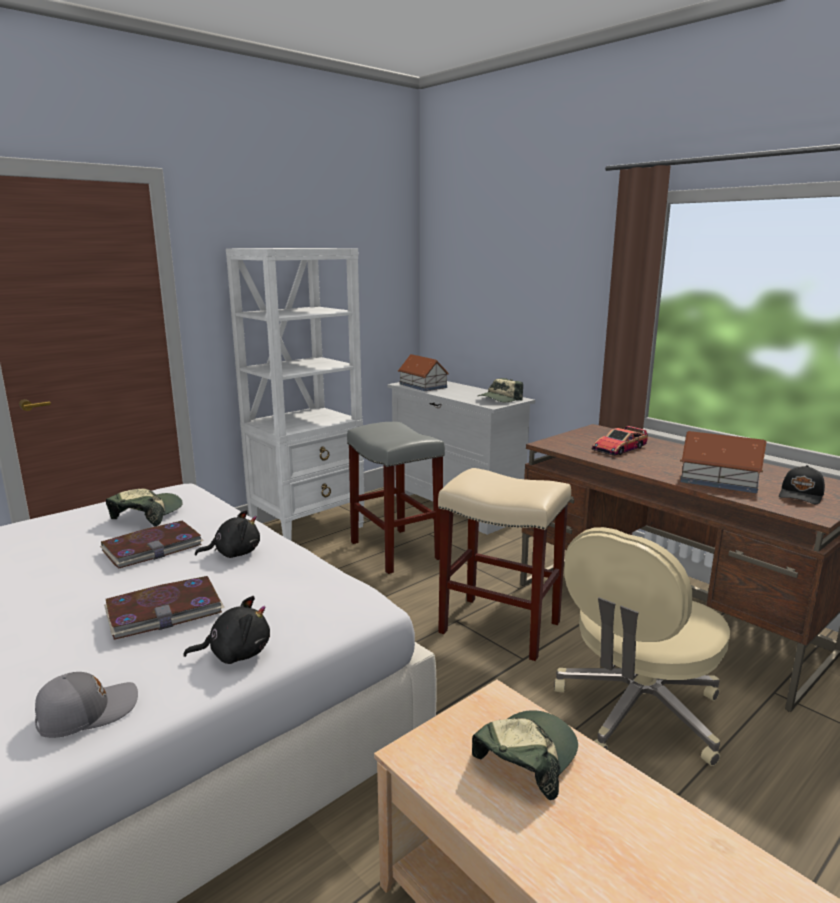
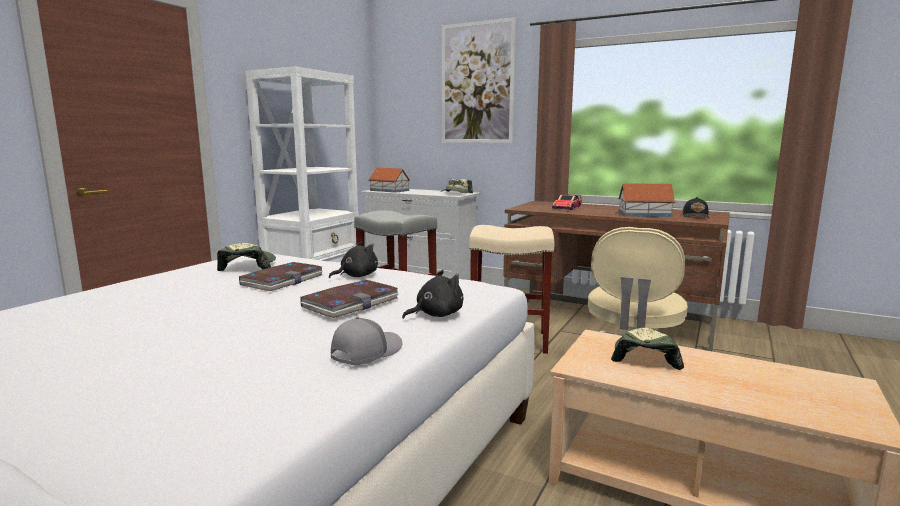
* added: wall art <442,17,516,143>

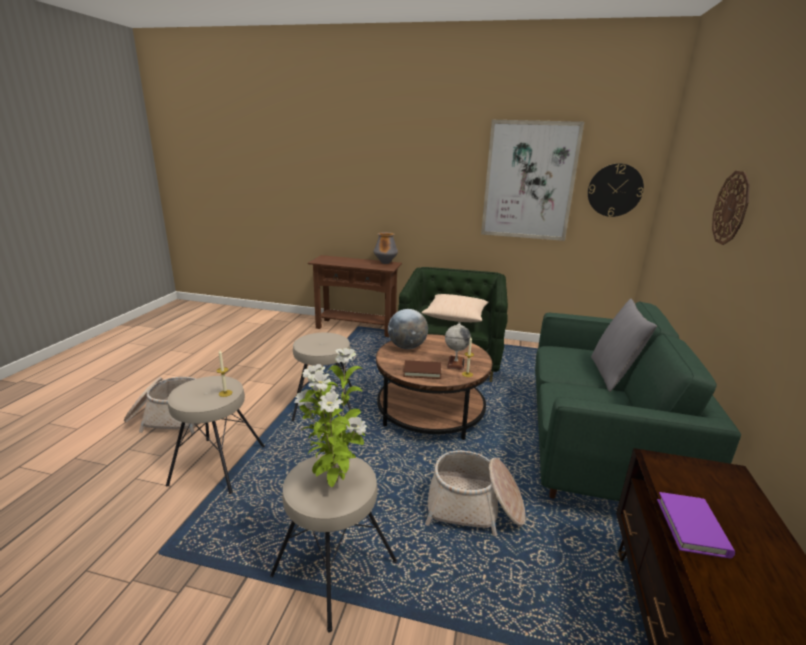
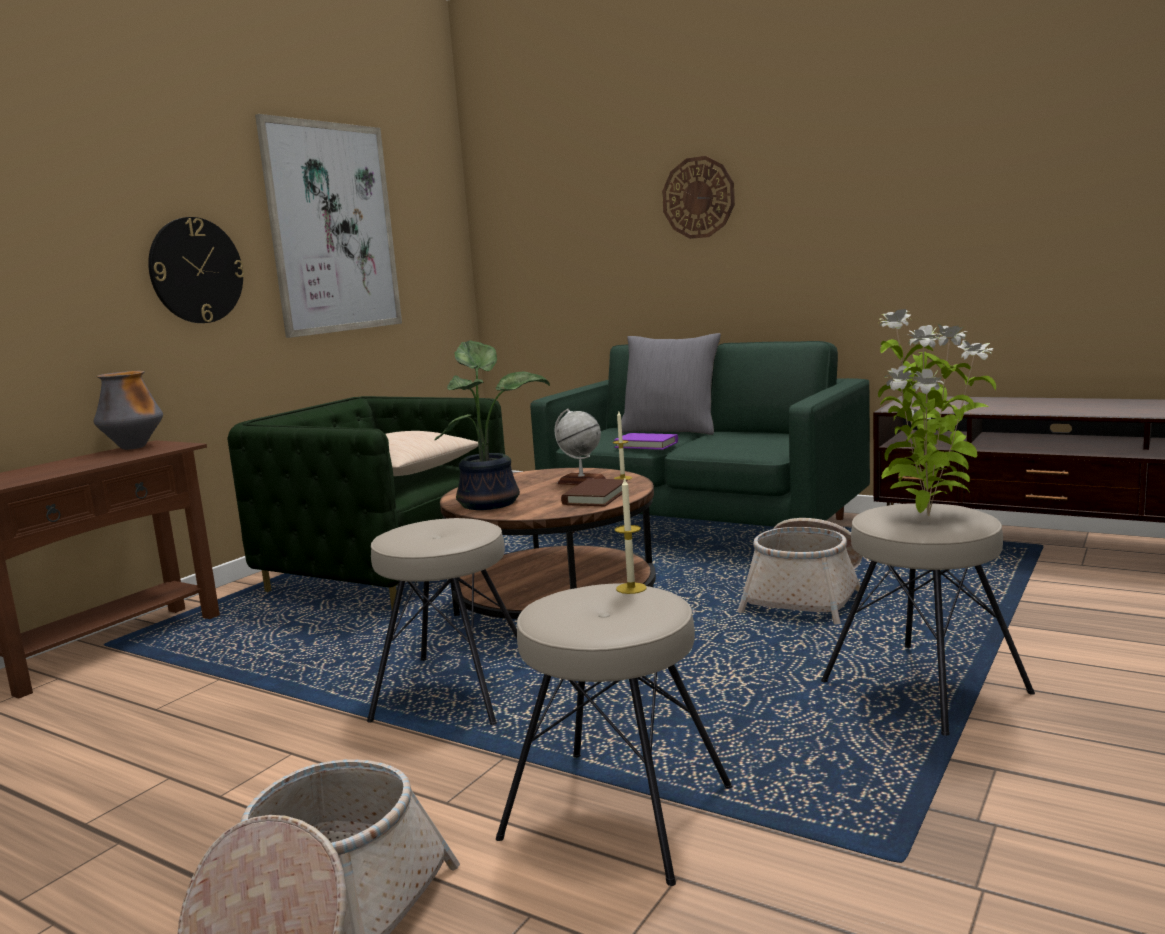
* moved: hanging clock <588,163,644,217> to <148,217,245,323>
* moved: bound book/purplish <657,492,735,559> to <614,433,678,450>
* replaced: world globe <388,309,428,349> to plant in a pot <434,340,550,510>

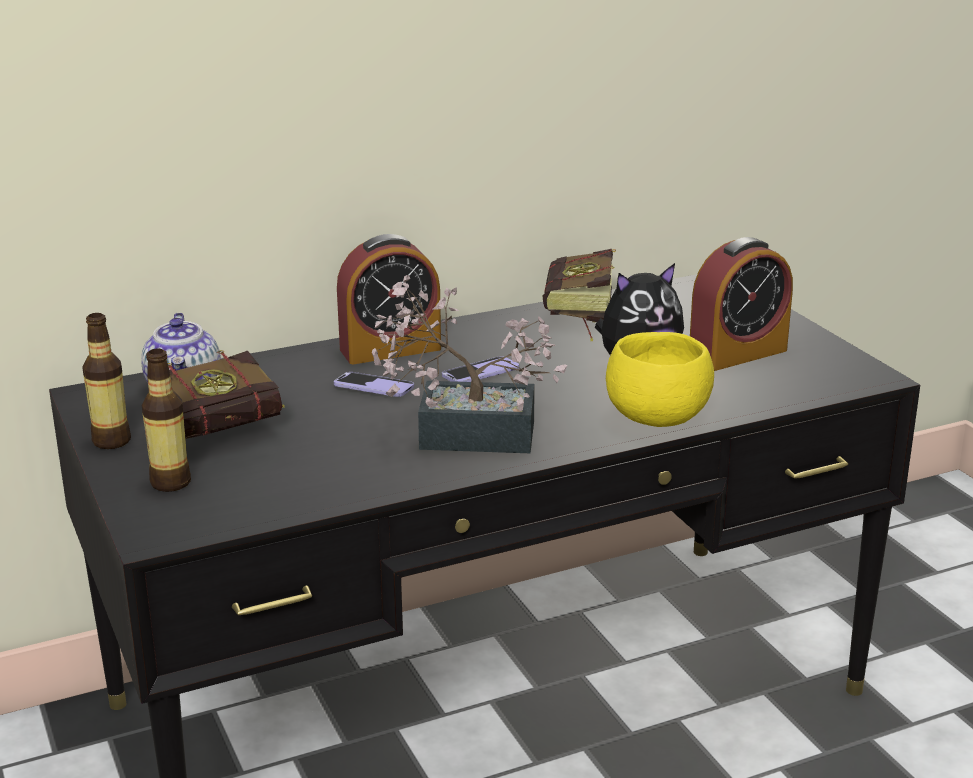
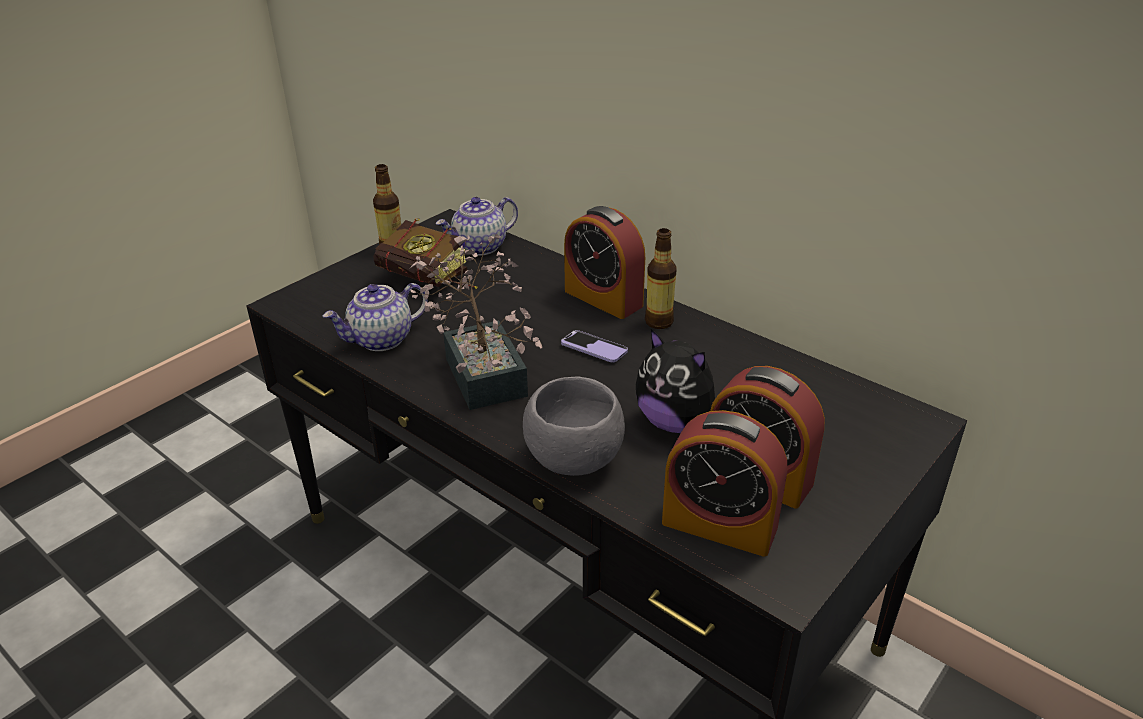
* removed: handset <334,372,414,397>
* removed: bound book <542,249,616,341>
* added: tea pot <322,283,428,351>
* added: table clock <662,410,787,557>
* moved: bottle <142,349,191,492> to <645,228,676,329>
* recoloured: bowl/yellowish <606,332,714,427> to bowl/grey <523,376,625,476>

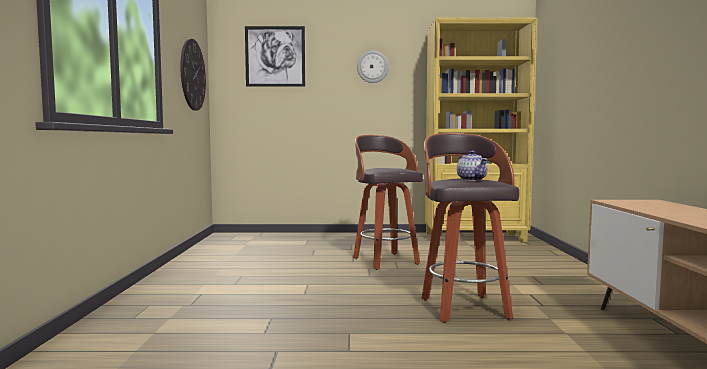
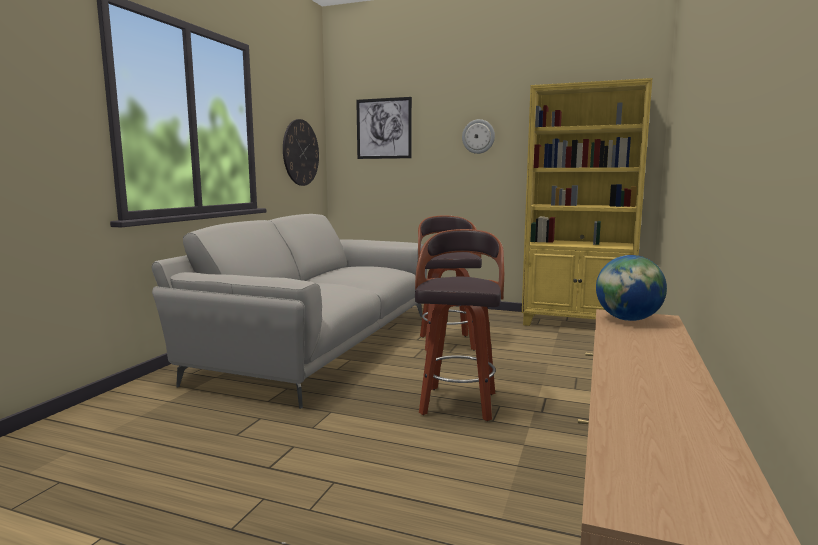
* removed: tea pot <457,151,488,181>
* added: settee/grey <152,214,427,409>
* added: world globe <596,255,667,321>

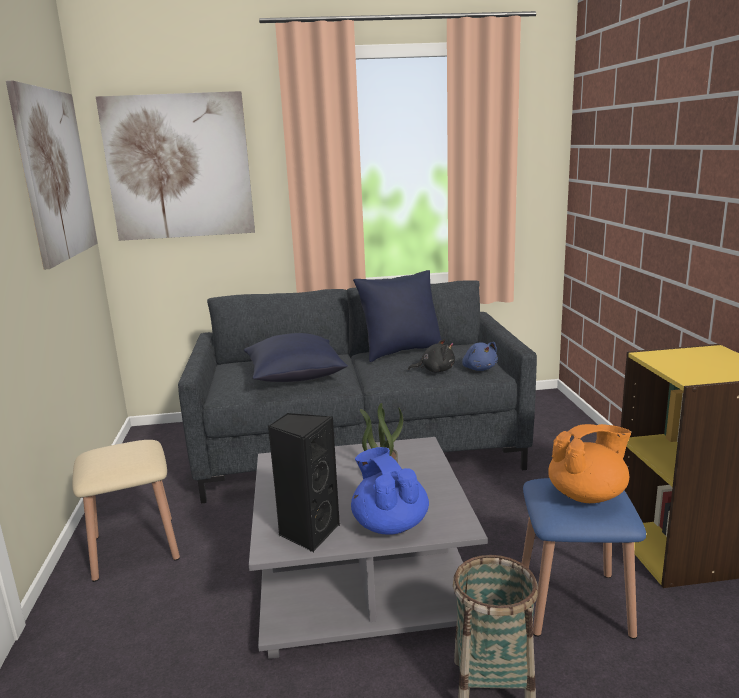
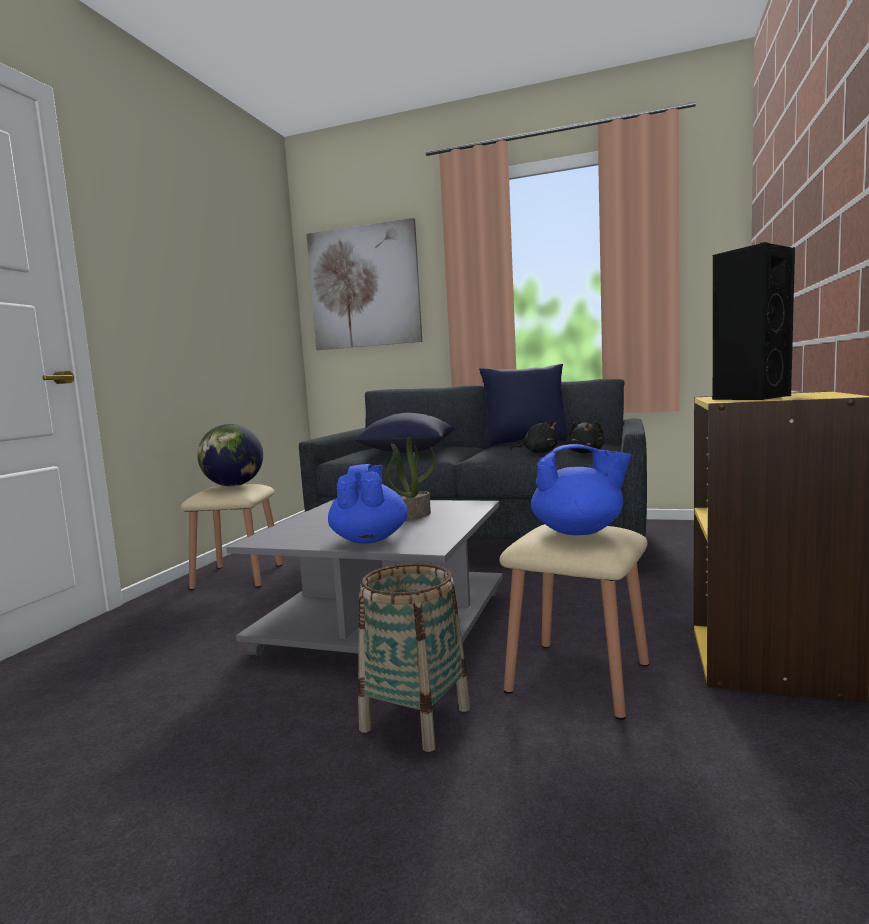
* removed: wall art <6,80,98,269>
* added: world globe <197,424,263,487>
* moved: audio speaker/black-coloured <268,413,340,552> to <712,242,795,400>
* recoloured: plush toy/blue <462,342,498,371> to plush toy/black-coloured <566,421,604,453>
* recoloured: stool/blue <522,478,646,639> to stool/sand-coloured <500,524,649,720>
* recoloured: tea pot/orangey <548,424,631,503> to tea pot/blue <531,444,632,535>

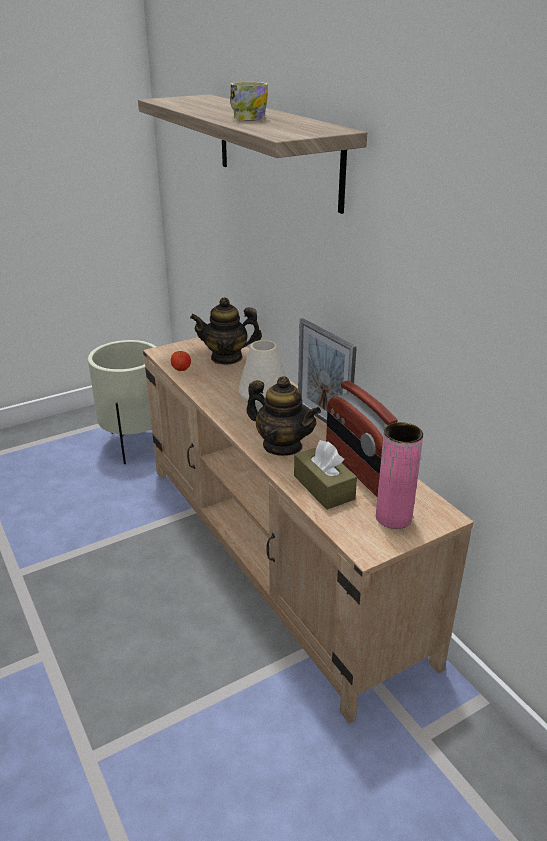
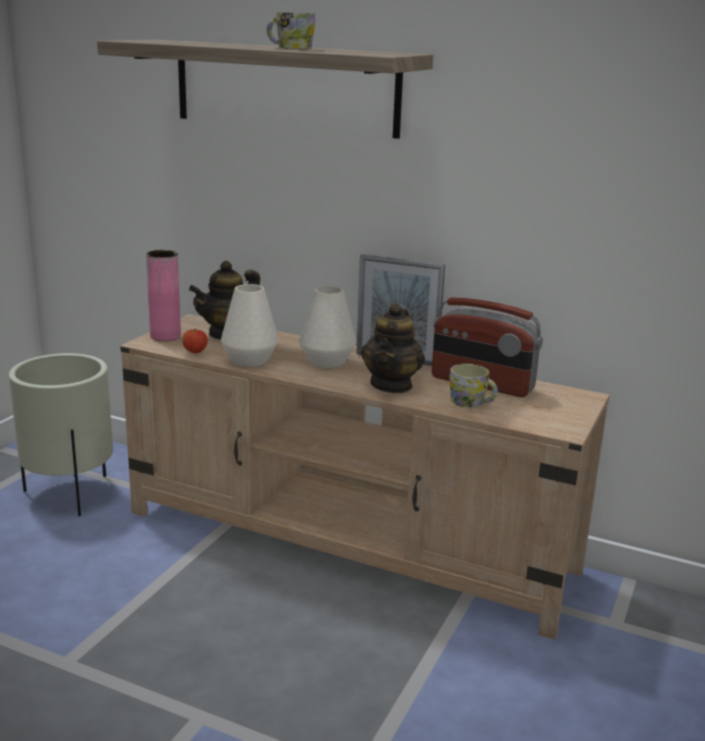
* added: flower vase/white <221,284,279,367>
* moved: flower vase/pink-coloured <376,422,423,529> to <146,250,181,341>
* replaced: box of tissues/brown-coloured <294,440,357,510> to coffee mug <449,364,498,408>
* turned: tea pot <246,376,321,456> = <361,303,425,393> 105 degrees clockwise

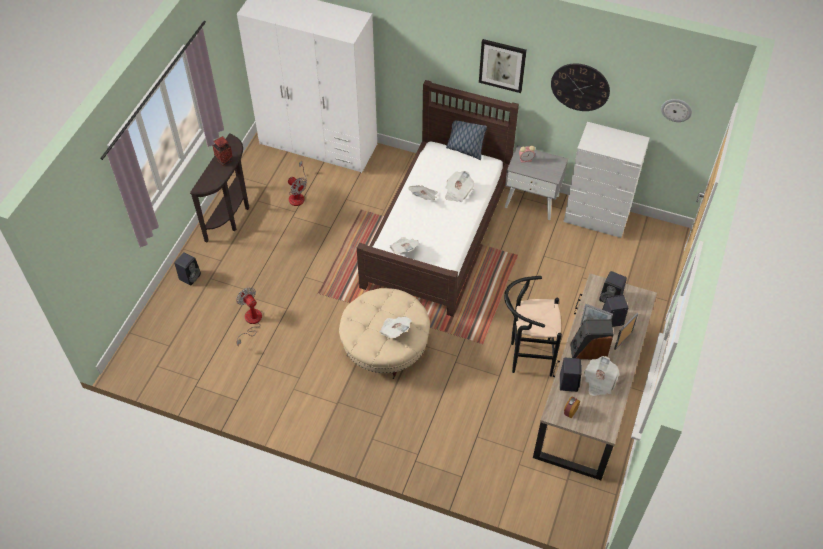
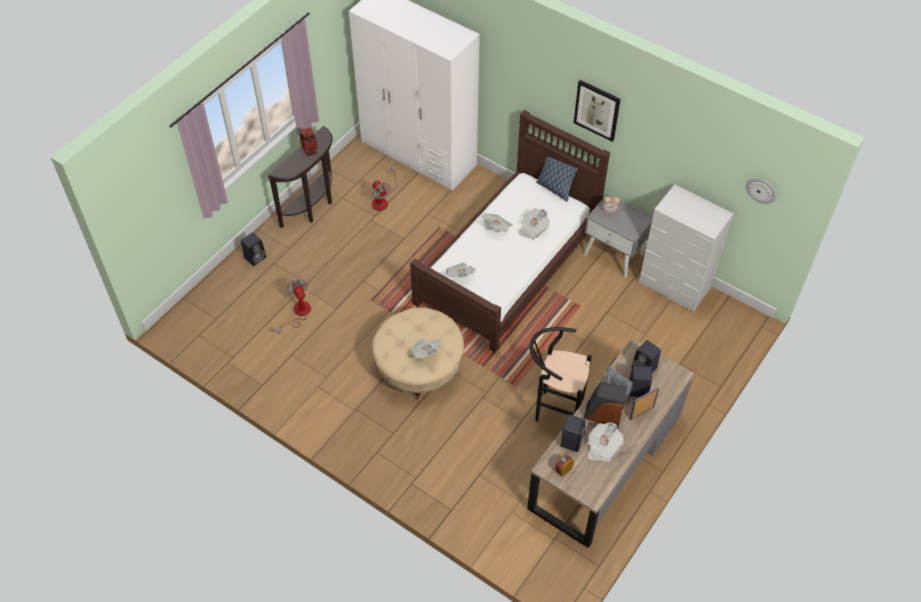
* removed: hanging clock <551,64,610,111>

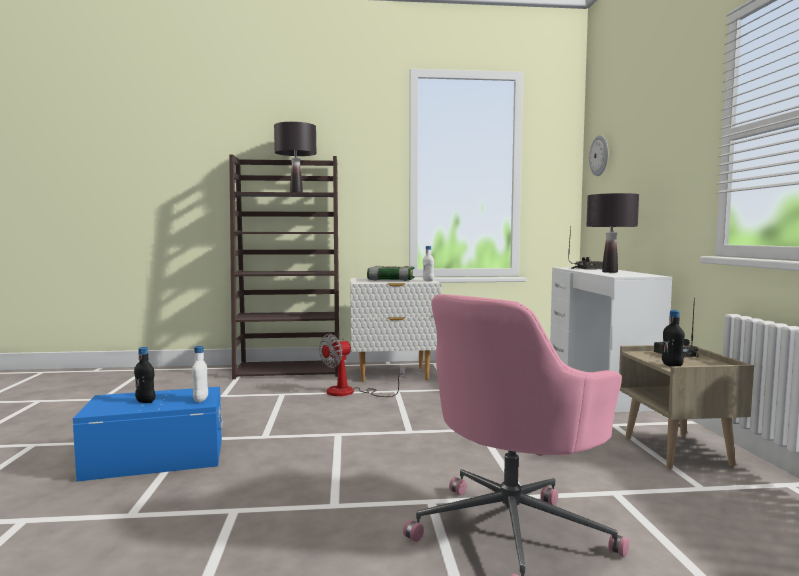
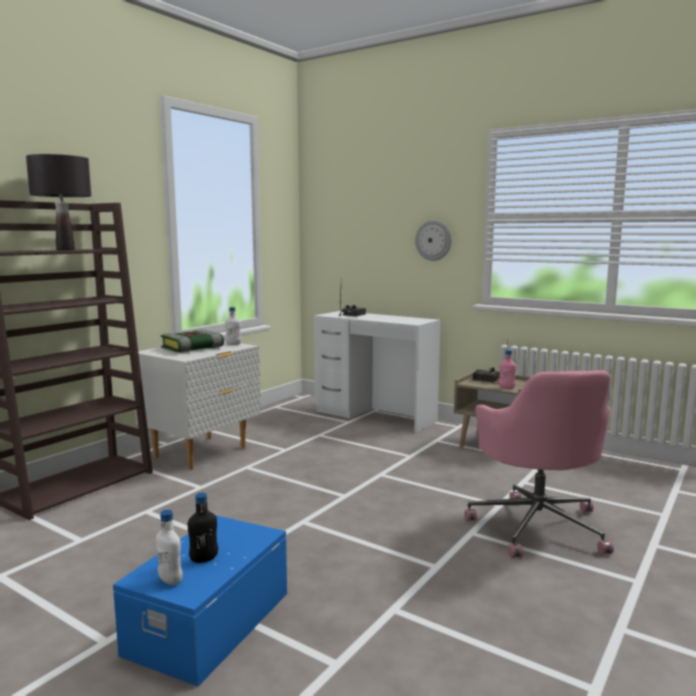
* removed: fan <319,333,405,397>
* removed: lamp for a table/black-coloured <587,193,639,273>
* moved: bottle/white <192,346,208,402> to <156,510,182,585>
* moved: hanging clock <589,135,608,176> to <415,220,451,261>
* recoloured: bottle/black-coloured <662,310,685,367> to bottle/pink-coloured <499,350,516,389>

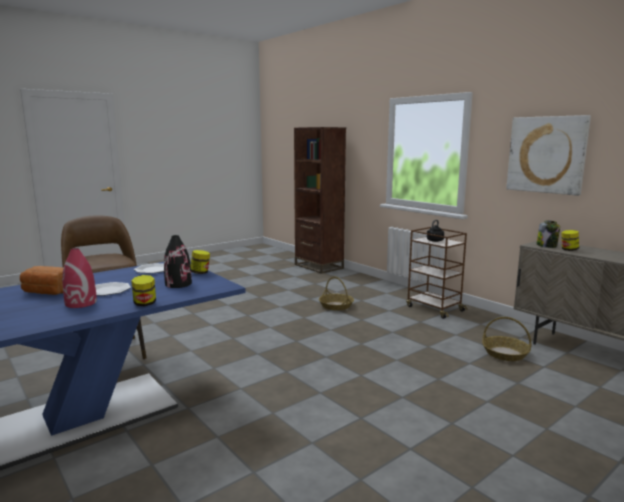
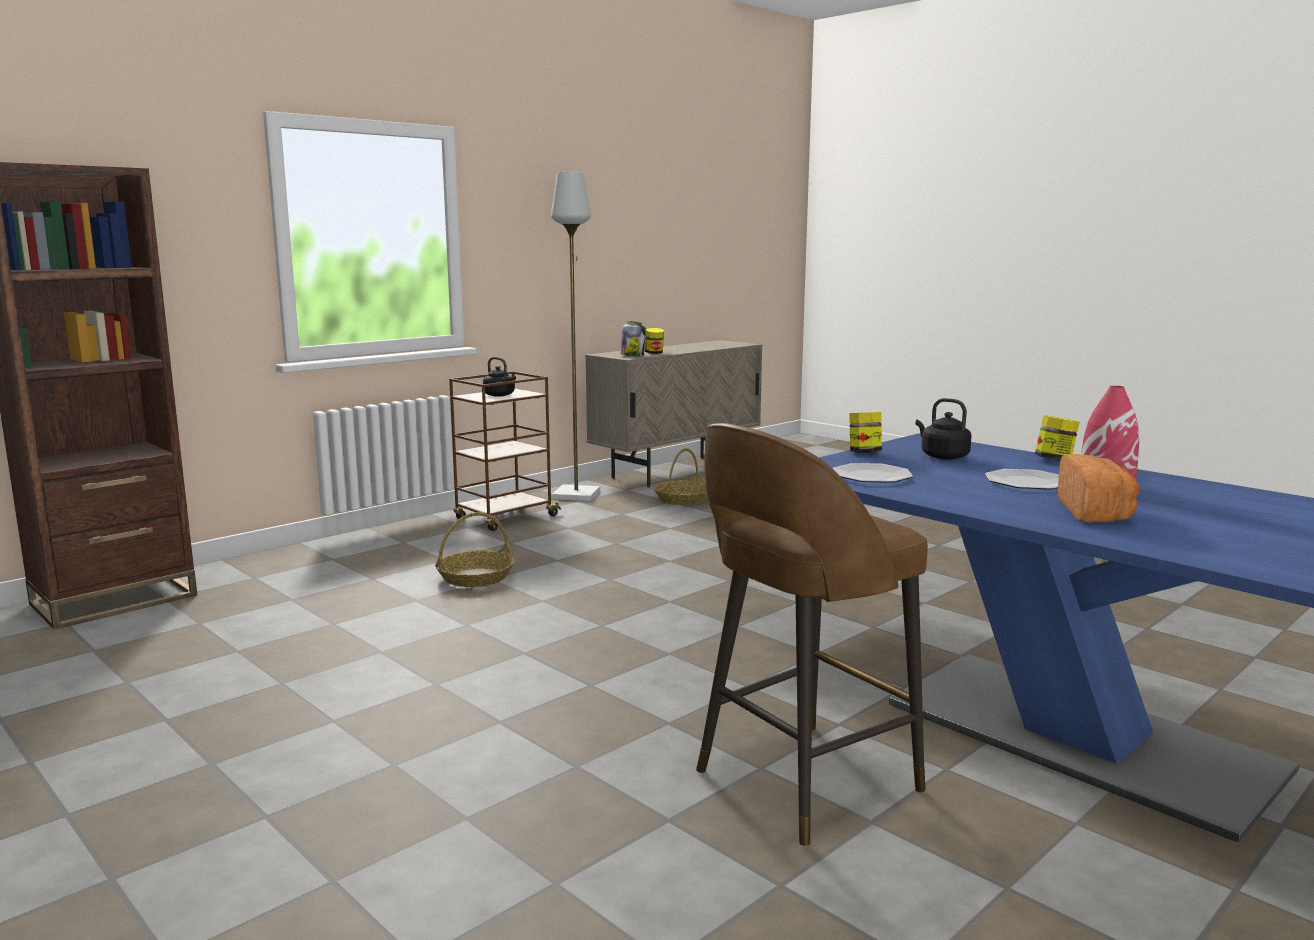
* removed: wall art <506,115,591,196>
* added: standard lamp/grey <551,172,600,501>
* replaced: flower vase/black-coloured <164,235,192,288> to tea kettle/black-coloured <916,398,971,460>

